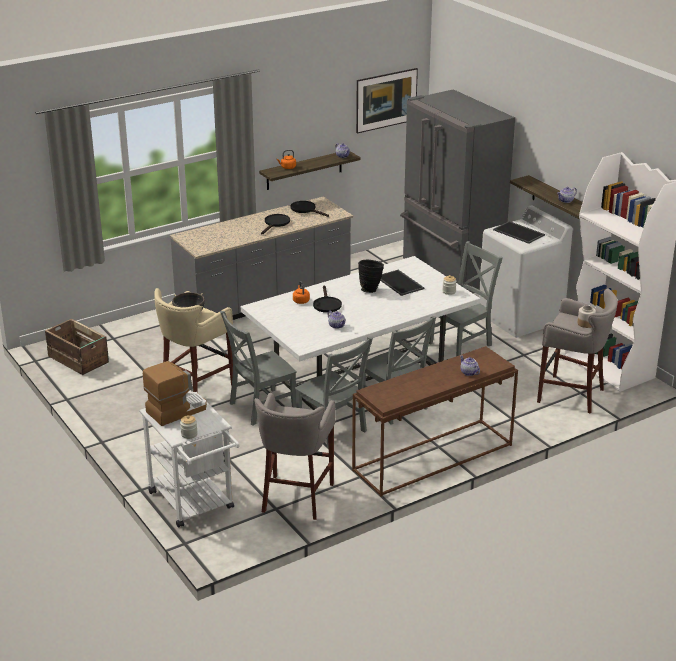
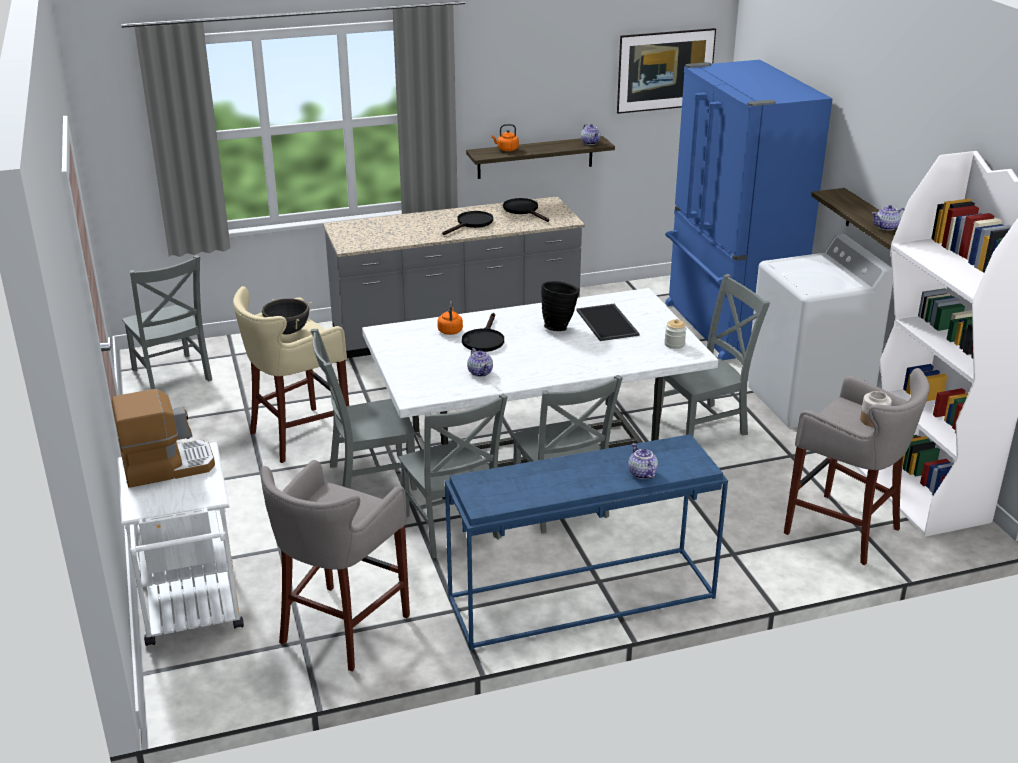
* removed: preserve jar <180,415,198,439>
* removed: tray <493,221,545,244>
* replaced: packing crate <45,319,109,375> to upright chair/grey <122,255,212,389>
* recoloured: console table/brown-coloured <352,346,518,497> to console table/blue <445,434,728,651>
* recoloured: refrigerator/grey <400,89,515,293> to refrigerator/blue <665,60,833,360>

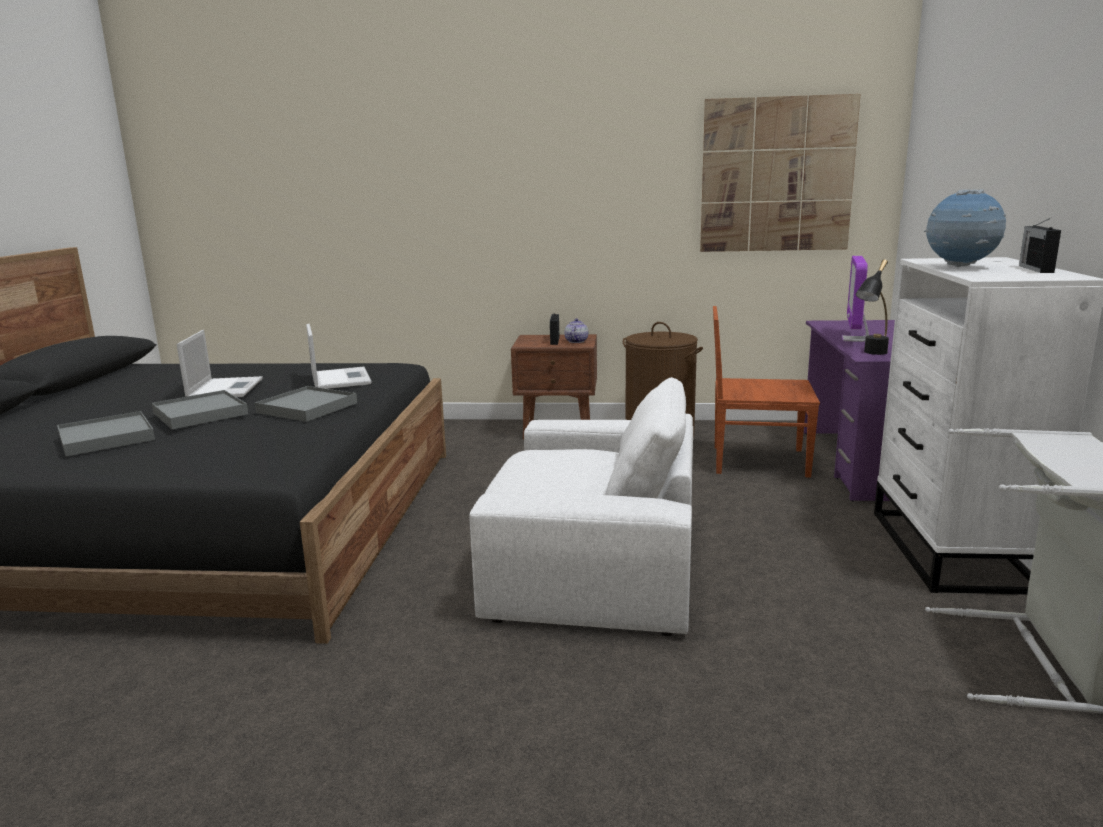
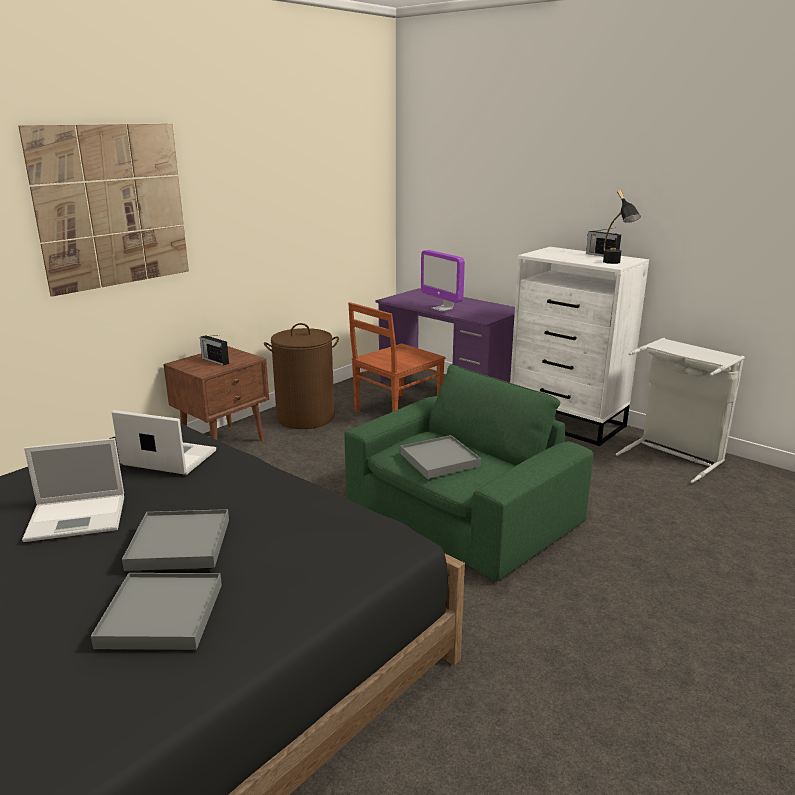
* removed: tea pot <564,318,588,343>
* removed: world globe <924,189,1006,267>
* moved: tray/grey <255,386,357,422> to <400,435,481,479>
* moved: wall art <700,94,860,252> to <18,124,189,297>
* moved: lamp for a table/black-coloured <856,259,889,355> to <603,190,641,264>
* recoloured: lounge chair/white <469,377,693,636> to lounge chair/green <344,364,593,581>
* turned: notebook computer <177,330,263,397> = <22,438,124,542> 135 degrees clockwise

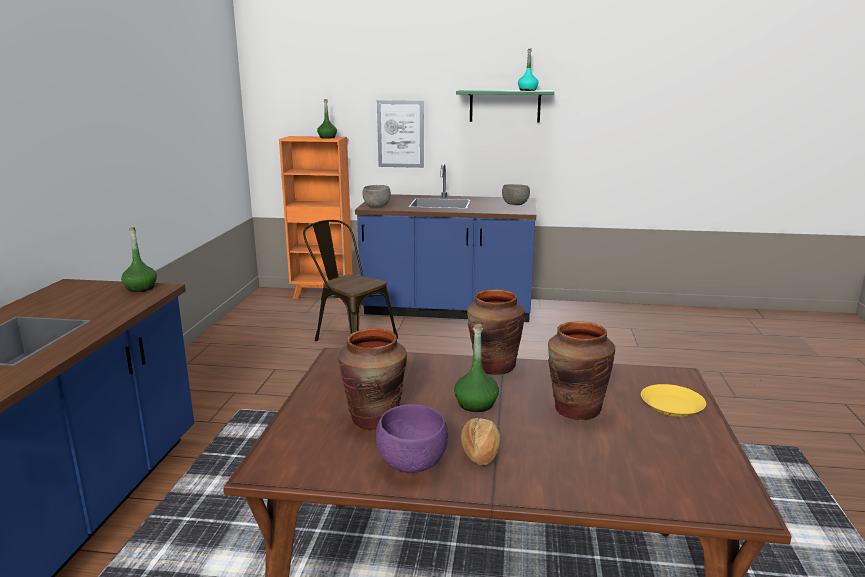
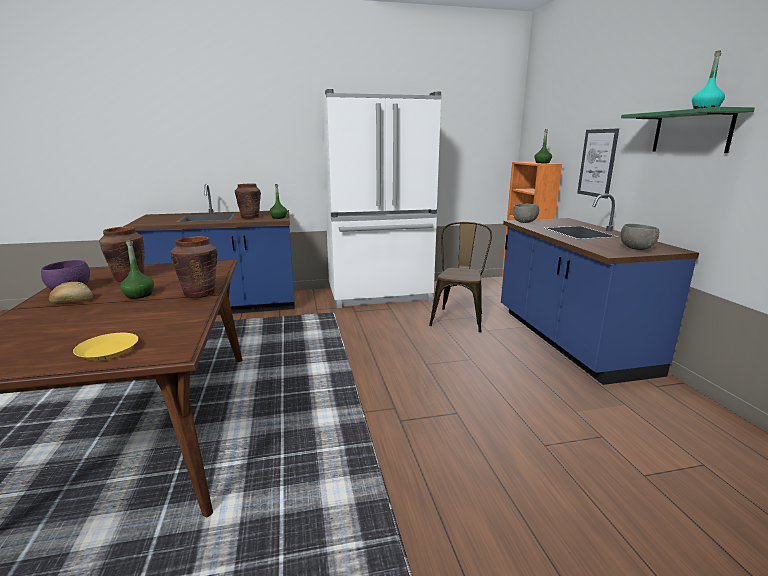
* added: refrigerator/white <321,89,441,308>
* moved: flower vase/brown-coloured <548,321,615,420> to <235,183,261,219>

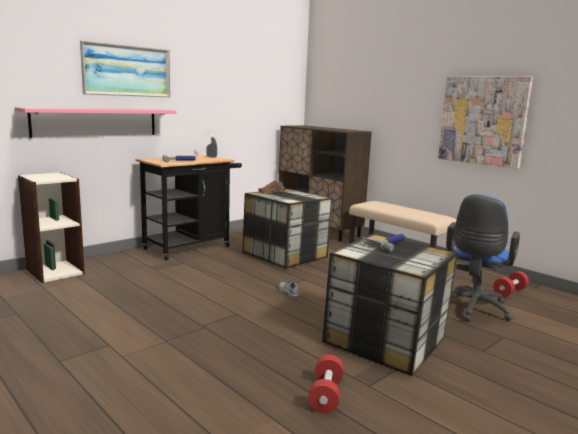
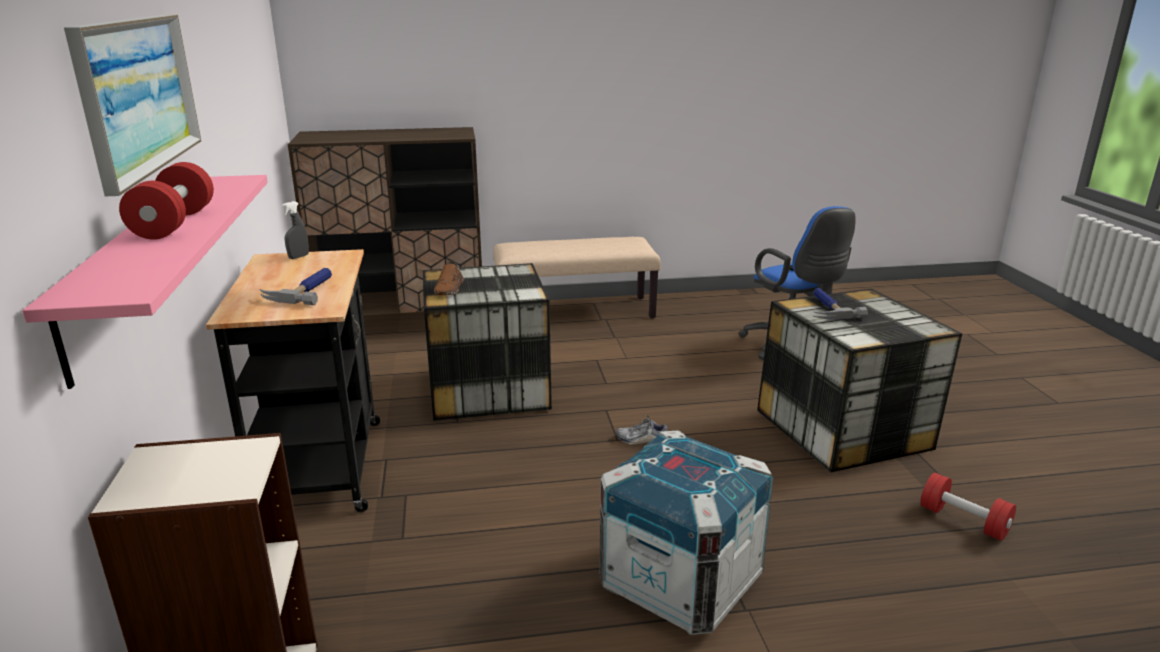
* removed: wall art <438,76,533,169>
* added: packing crate <599,430,774,635>
* moved: dumbbell/red <493,271,529,297> to <119,162,214,240>

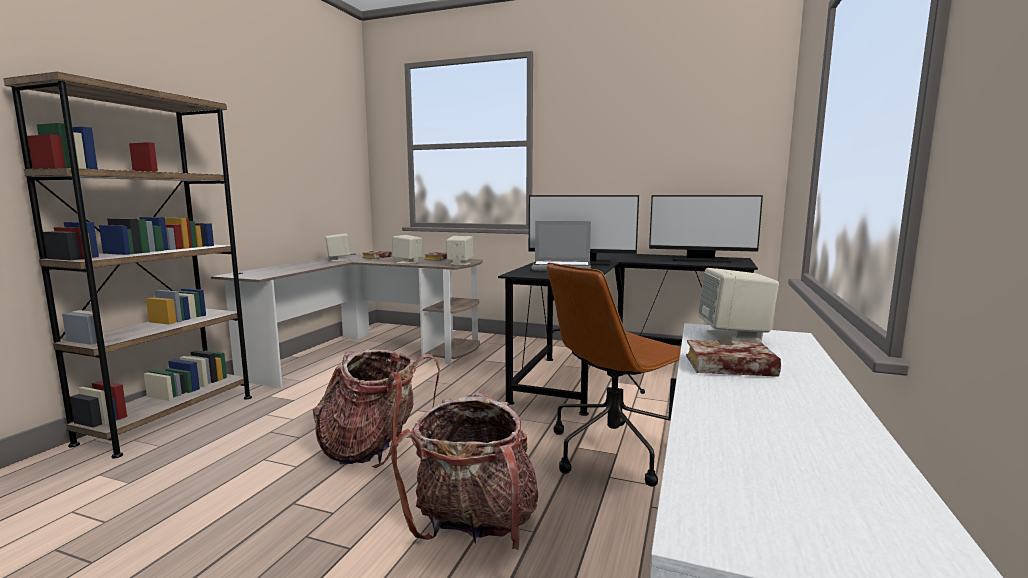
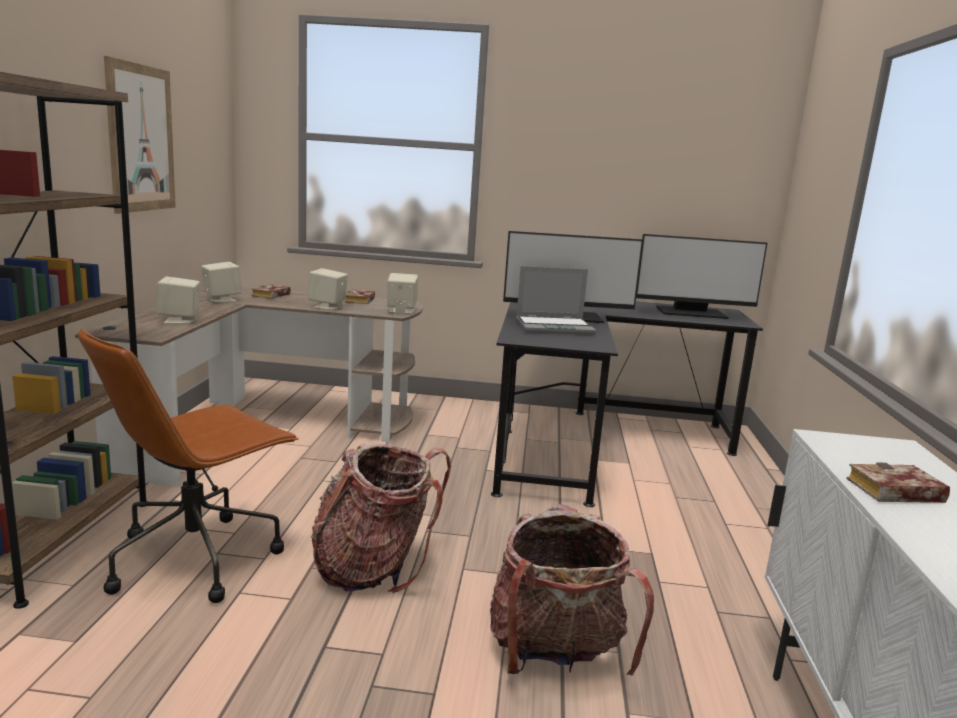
* added: wall art <104,56,176,214>
* moved: computer chair/brown-coloured <547,262,681,487> to <78,329,299,603>
* moved: audio speaker/sand-coloured <698,268,779,343> to <156,277,200,324>

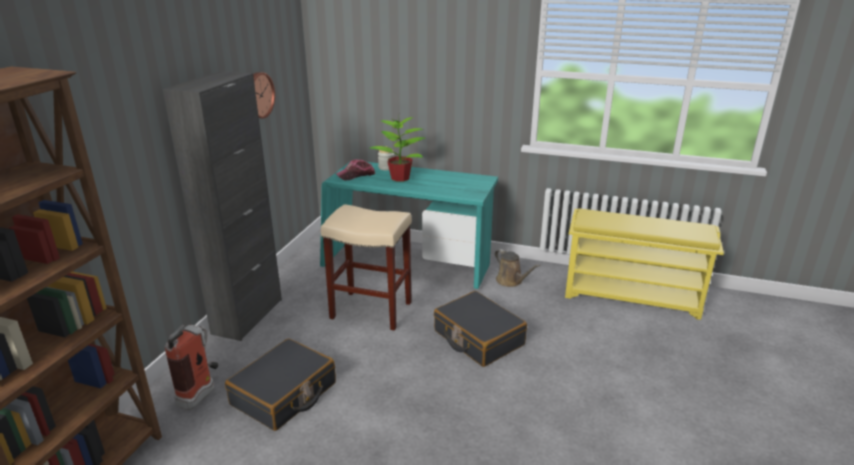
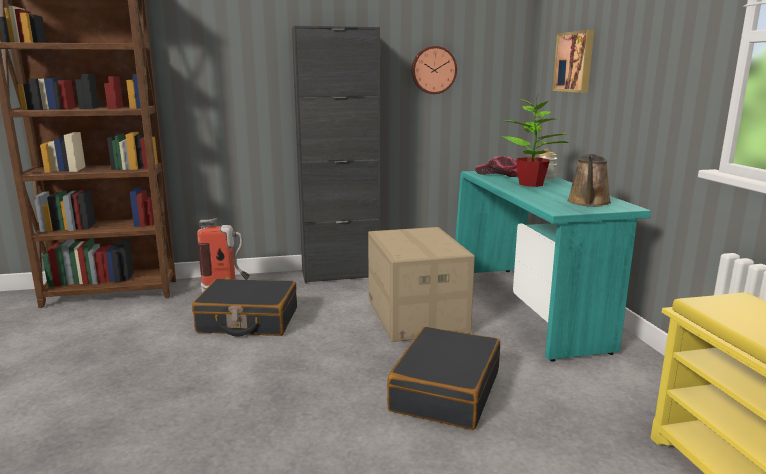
* added: wall art <552,30,594,93>
* moved: watering pot/brown-coloured <495,249,540,287> to <567,154,611,207>
* replaced: stool/sand-coloured <321,204,412,331> to cardboard box <368,227,475,342>

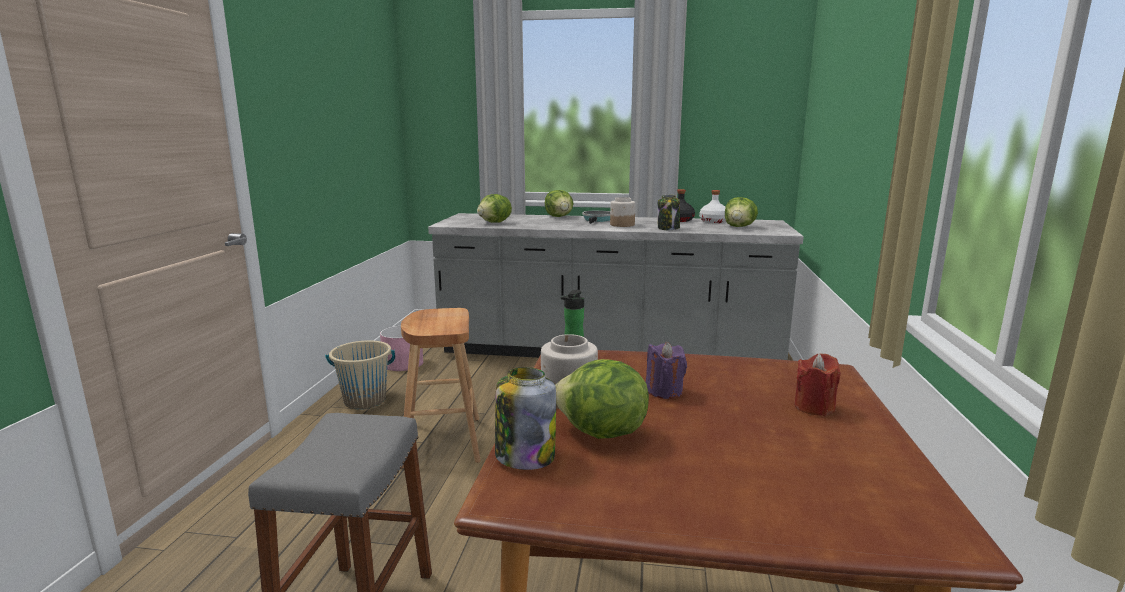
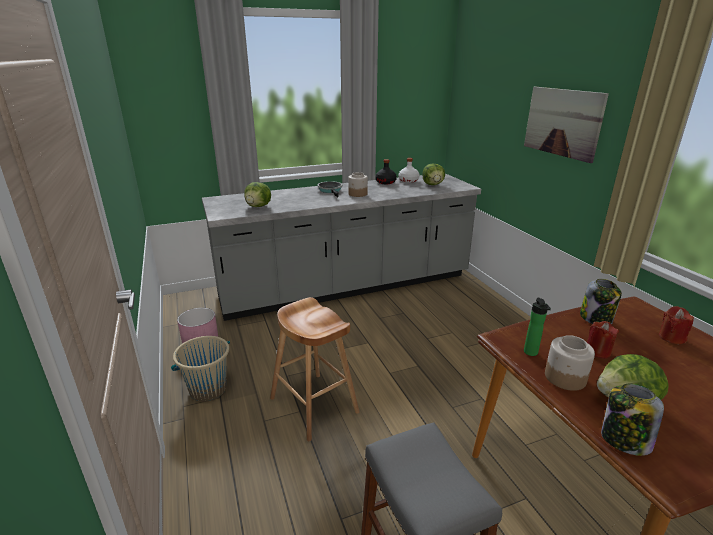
* removed: lettuce head <545,190,574,217>
* added: wall art <524,87,609,163>
* moved: preserve jar <657,195,680,230> to <580,279,622,324>
* recoloured: wax light/purplish <646,342,687,399> to wax light/red <587,321,619,359>

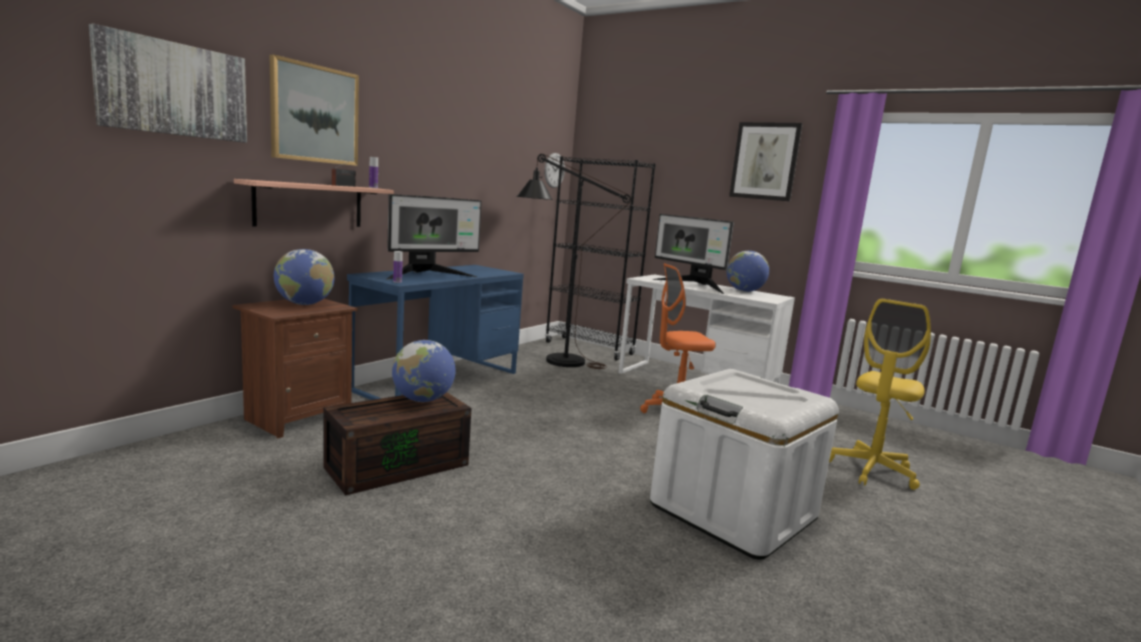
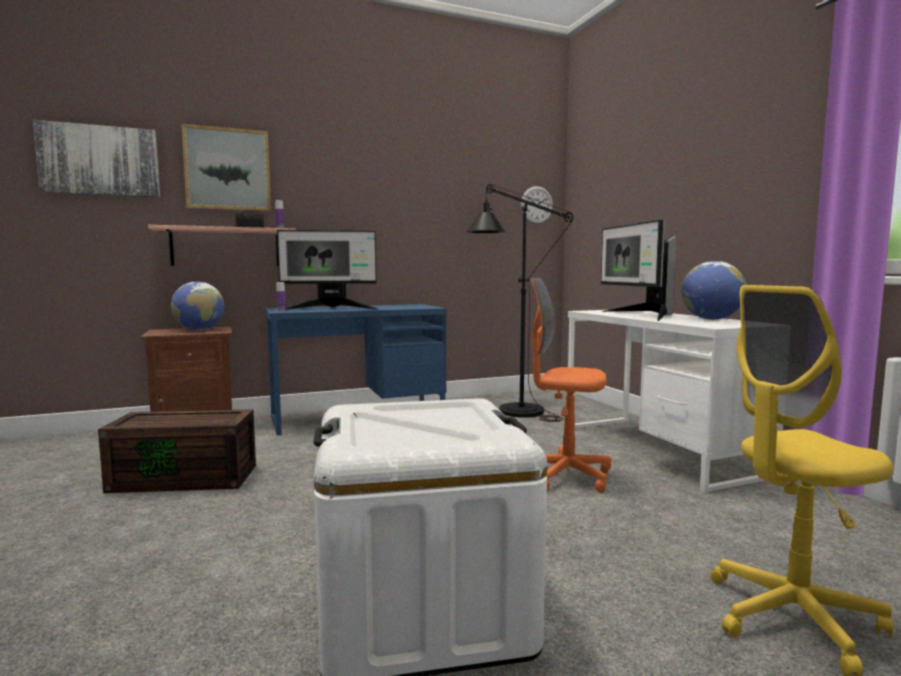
* removed: world globe <392,340,455,402>
* removed: shelving unit/black-coloured <545,156,656,361>
* removed: wall art <729,122,803,201>

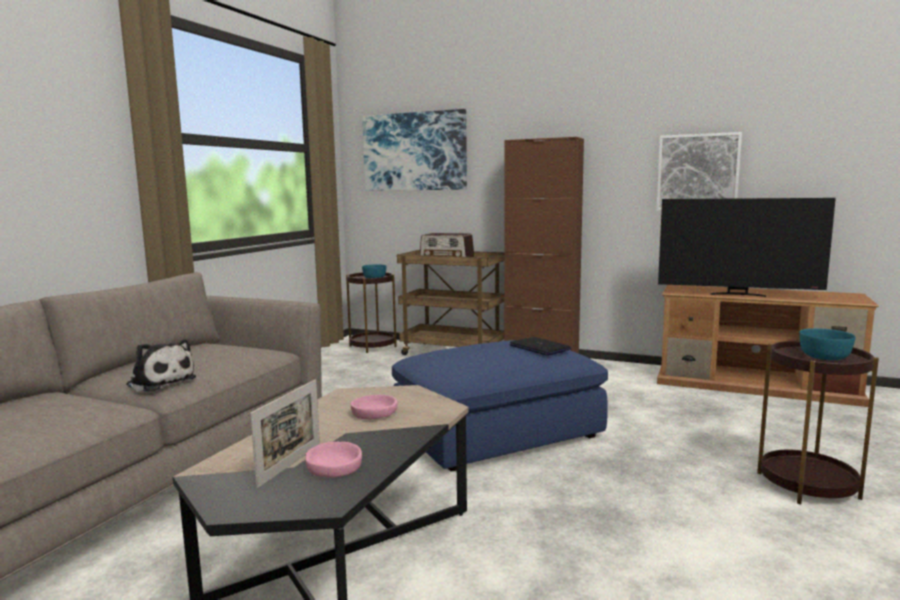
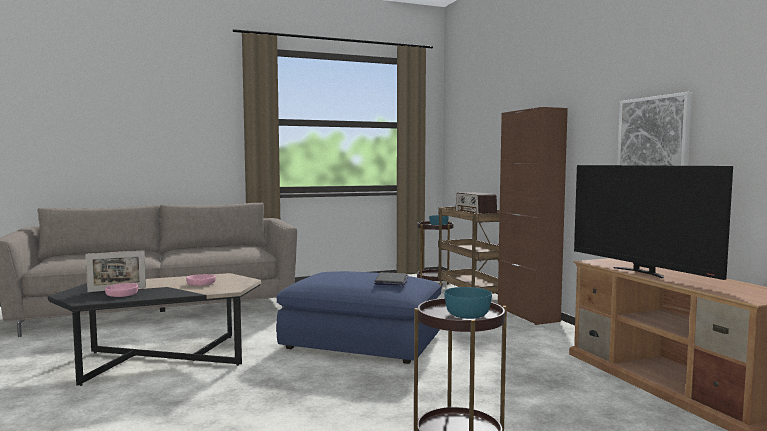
* removed: plush toy <126,339,196,392>
* removed: wall art <362,109,467,191>

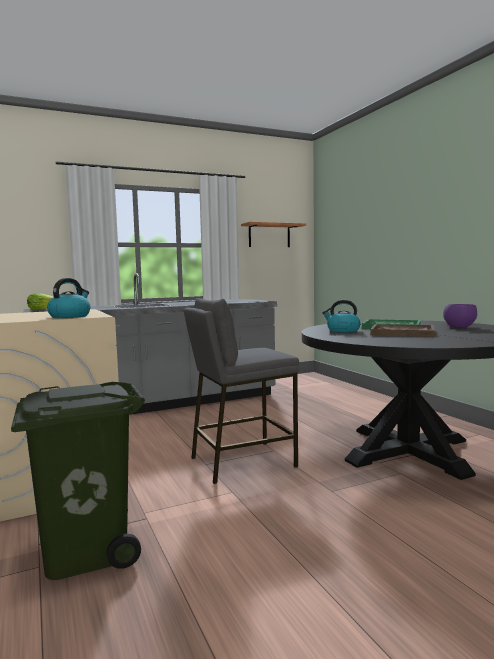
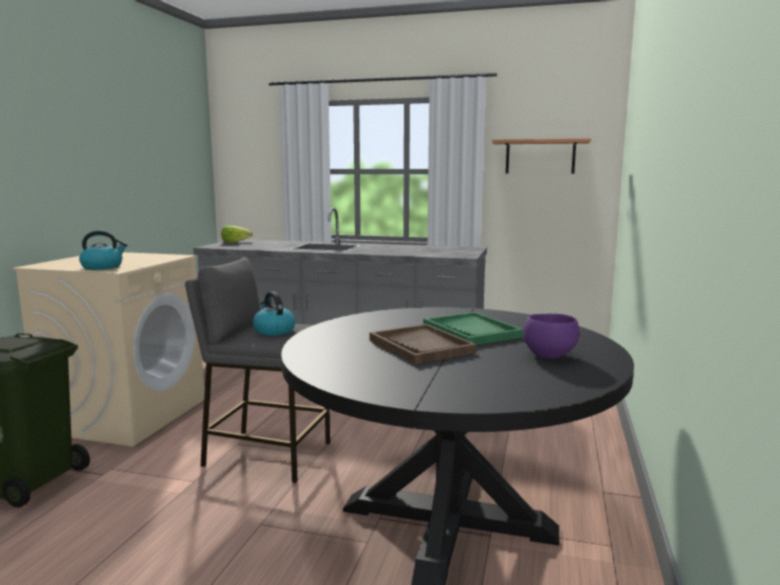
* moved: tea kettle <322,300,361,332> to <253,291,296,336>

